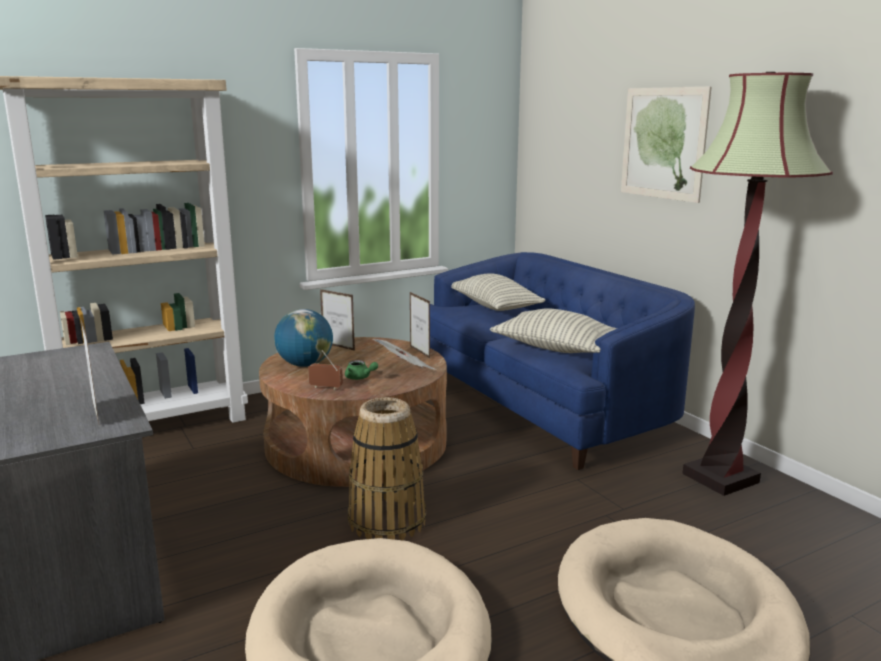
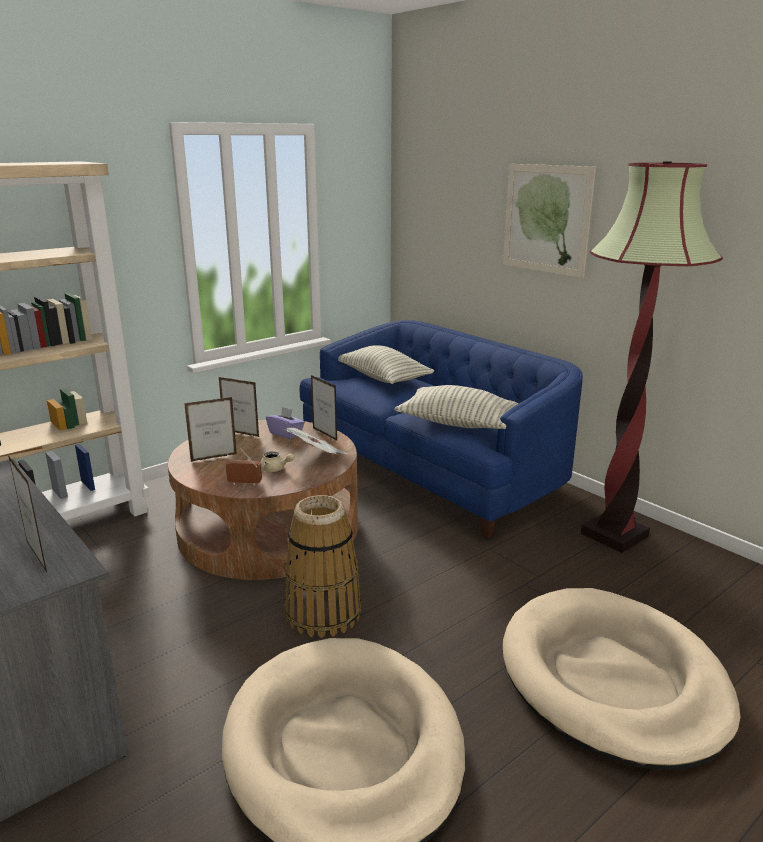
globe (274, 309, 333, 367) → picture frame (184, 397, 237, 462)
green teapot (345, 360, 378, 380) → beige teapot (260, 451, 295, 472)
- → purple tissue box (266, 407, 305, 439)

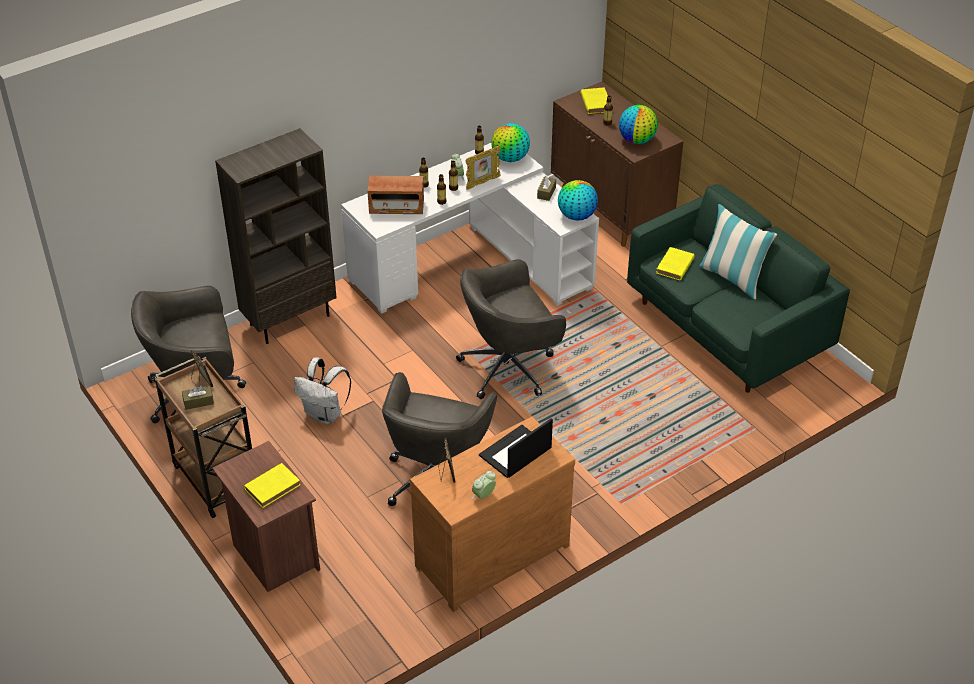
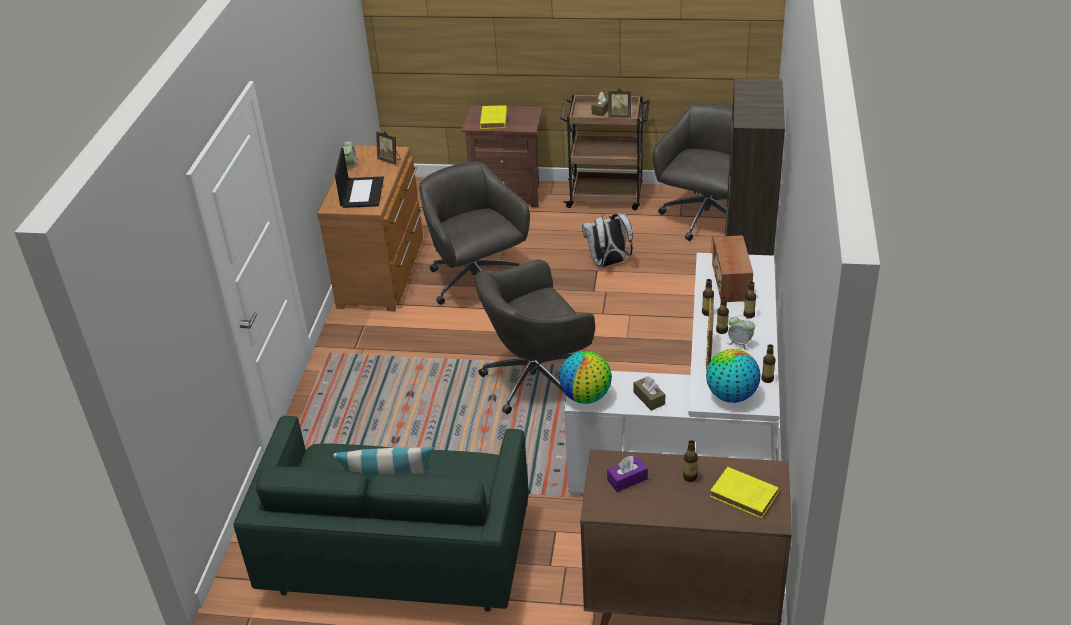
globe (619, 105, 658, 144) → purple tissue box (607, 456, 648, 492)
radio (368, 176, 424, 214) → radio (712, 235, 753, 302), 45 degrees counterclockwise
yellow book (656, 247, 695, 280) → -
grey office chair (456, 259, 566, 399) → grey office chair (475, 260, 595, 414), 135 degrees counterclockwise

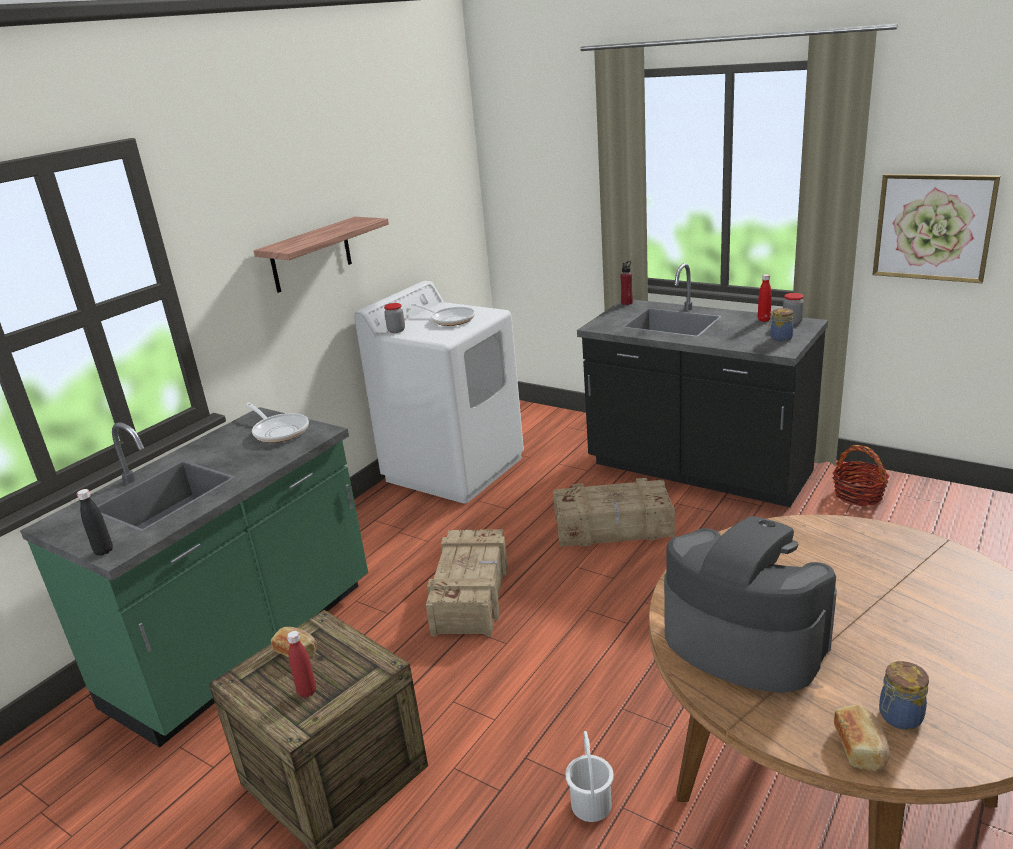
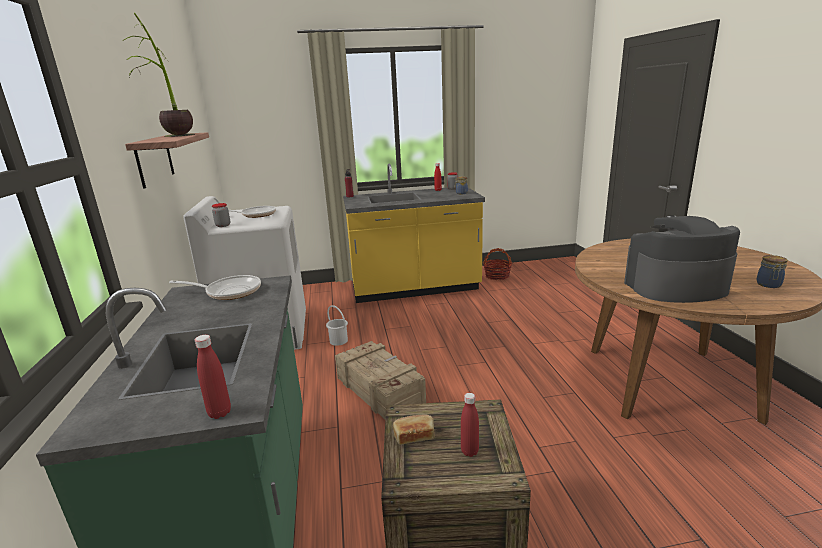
picture (872, 174, 1000, 283) → -
black counter (577, 263, 828, 507) → yellow counter (343, 163, 485, 303)
crate (553, 478, 675, 547) → -
black bottle (77, 489, 113, 556) → red bottle (195, 335, 231, 419)
bread (834, 704, 890, 771) → -
white bucket (565, 731, 614, 822) → white bucket (326, 305, 348, 346), shifted
- → potted plant (123, 13, 195, 137)

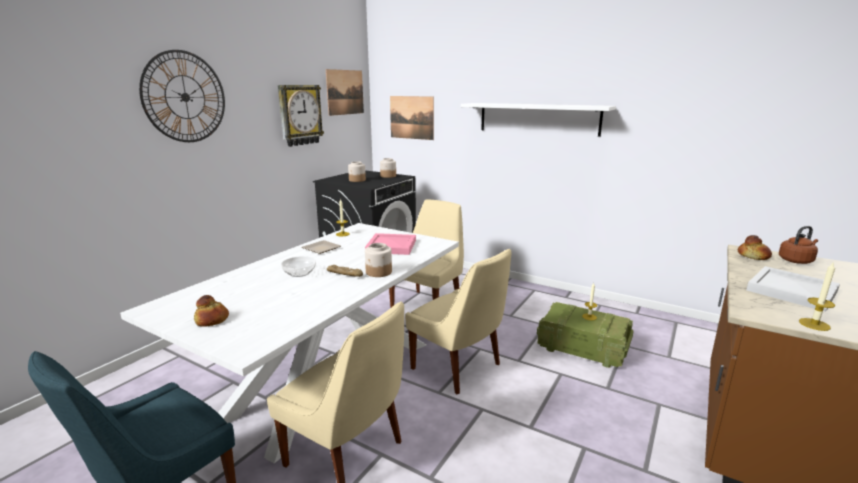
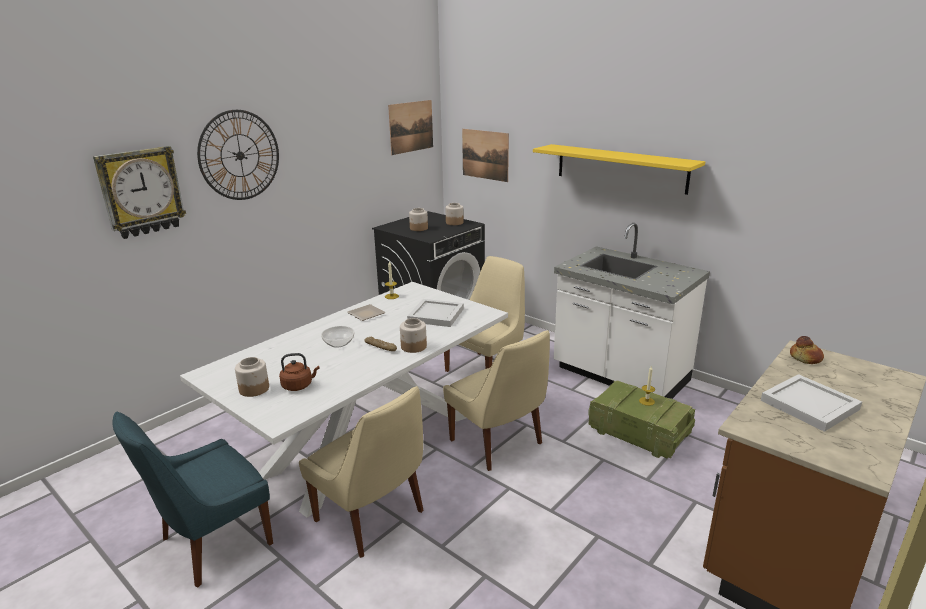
wall clock (278, 85, 324, 147) → wall clock (93, 146, 186, 239), shifted
white shelf (461, 103, 616, 137) → yellow shelf (533, 144, 705, 195)
brown kettle (779, 226, 818, 264) → brown kettle (279, 353, 320, 391), shifted
pink tray (365, 233, 416, 255) → white tray (407, 299, 464, 327)
candle (799, 261, 835, 331) → -
bread (194, 295, 229, 327) → jar (235, 357, 269, 397)
- → white counter (554, 223, 710, 399)

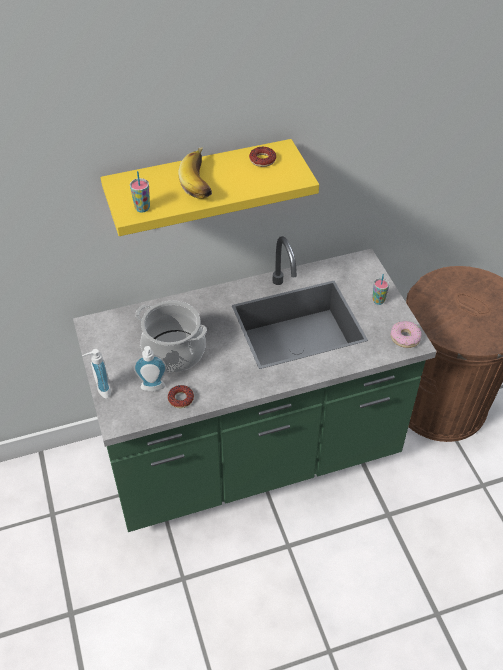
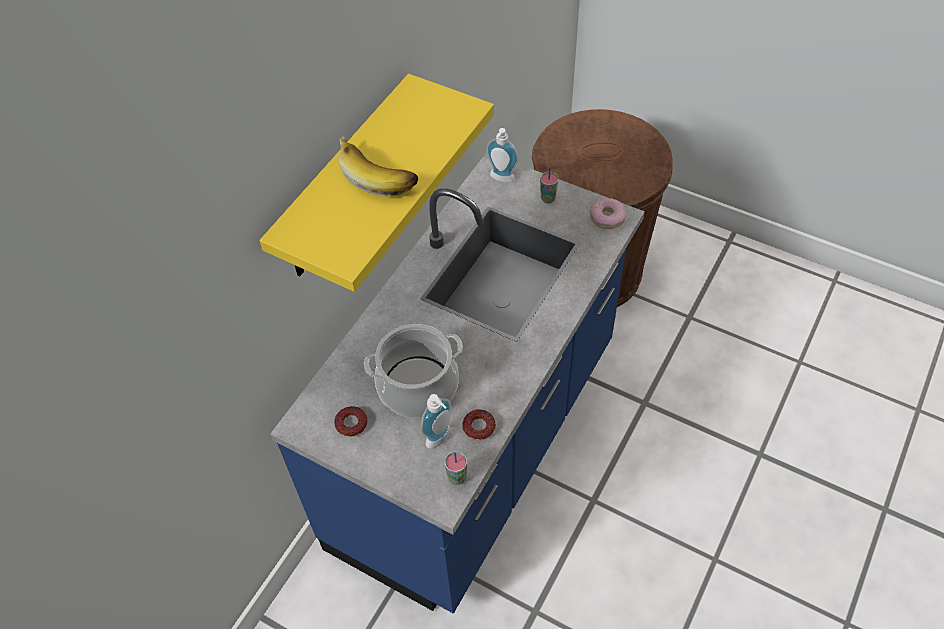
donut (249, 147, 276, 167) → donut (334, 406, 367, 437), shifted
cup (130, 171, 150, 213) → cup (444, 451, 467, 485), shifted
green counter (73, 236, 437, 532) → blue counter (270, 152, 645, 613)
soap dispenser (82, 349, 111, 398) → soap dispenser (486, 128, 518, 183), shifted

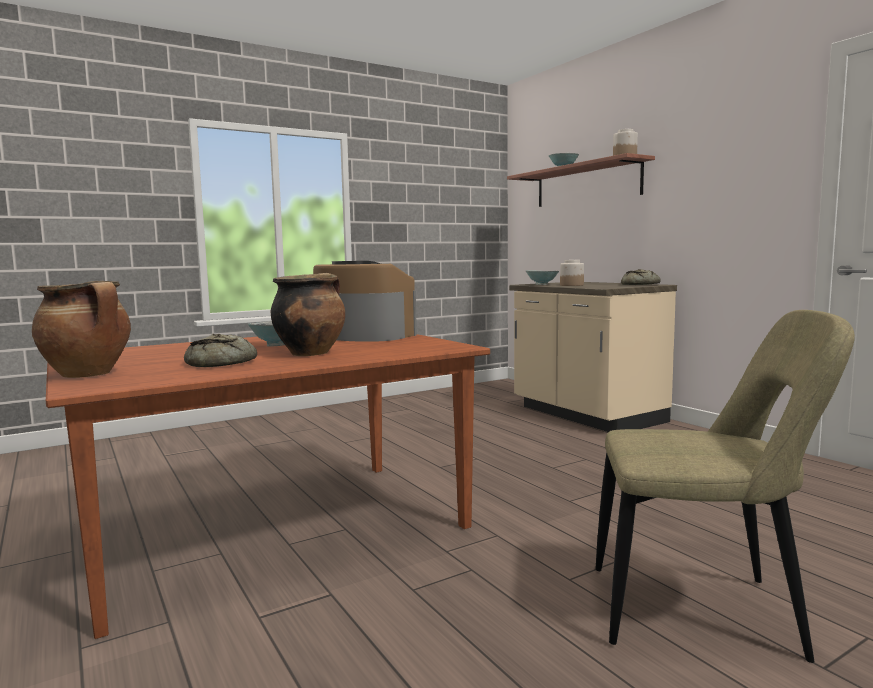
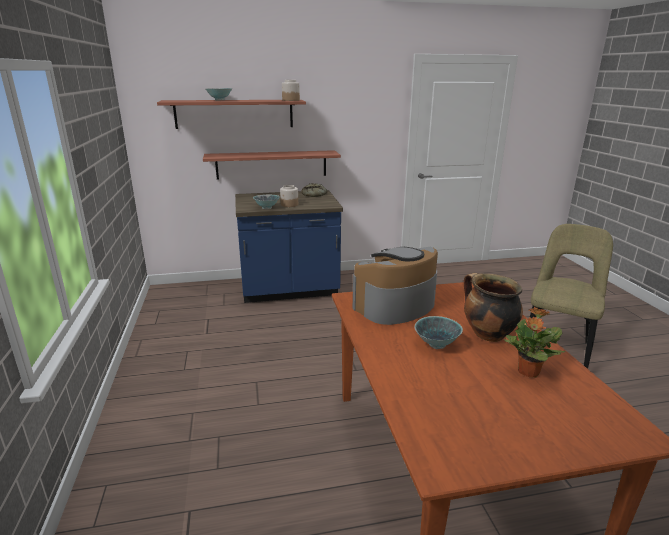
cooking pot (32, 281, 131, 378) → -
beige counter (509, 282, 677, 432) → blue counter (235, 190, 343, 303)
bread (184, 334, 257, 367) → potted plant (504, 306, 565, 377)
- → shelf (203, 150, 341, 180)

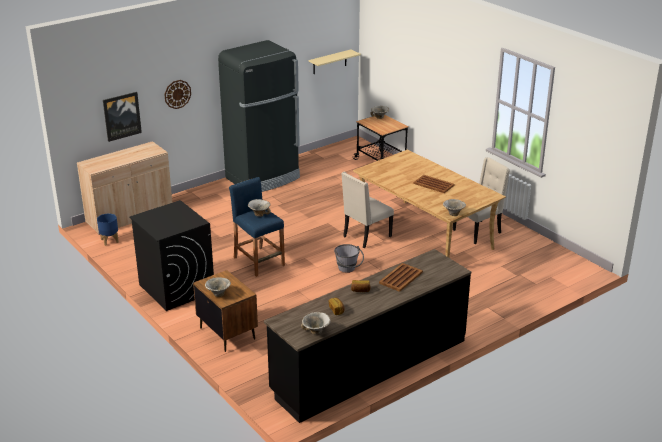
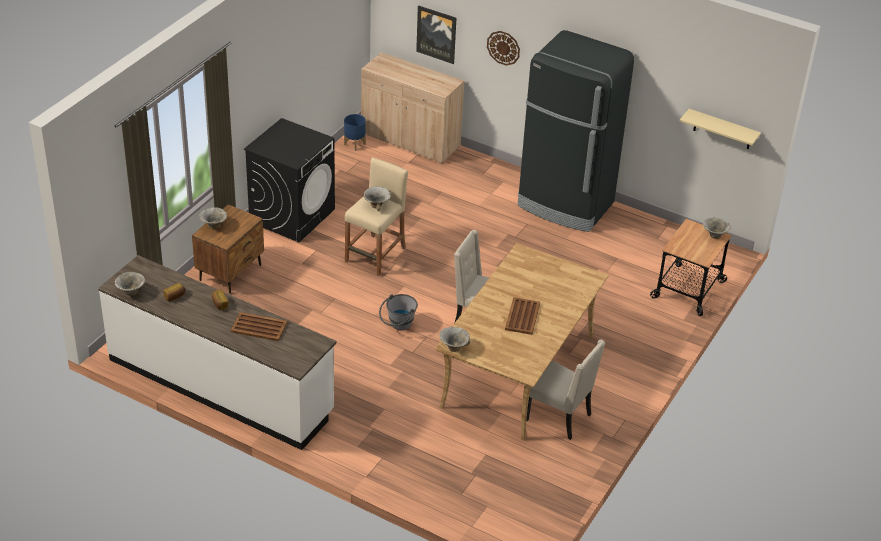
blue stool (229, 177, 285, 277) → beige stool (345, 158, 408, 276)
black counter (264, 249, 471, 423) → white counter (98, 255, 336, 450)

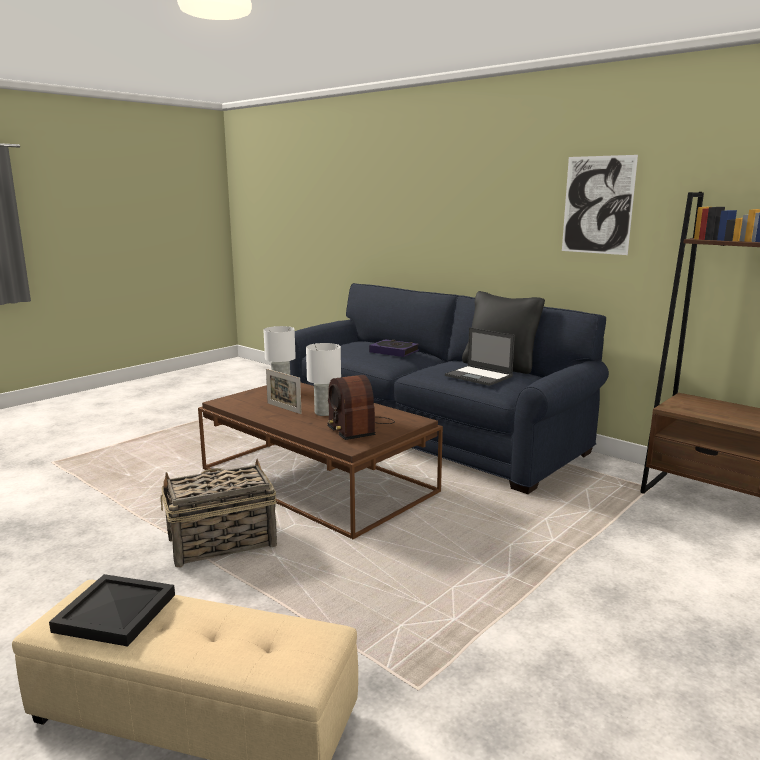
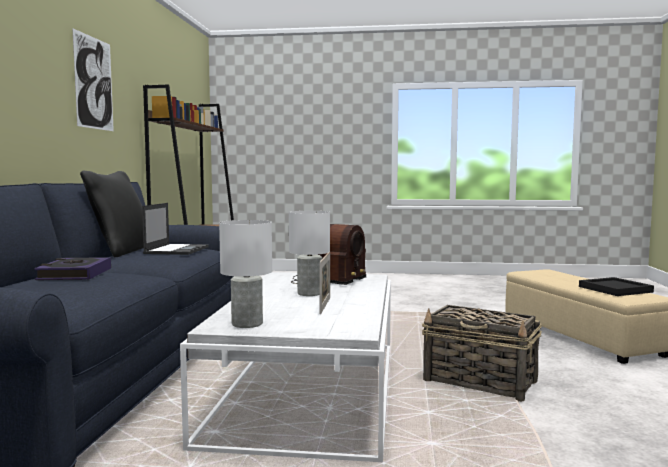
brown coffee table (198, 382, 443, 539) → white coffee table (180, 272, 391, 462)

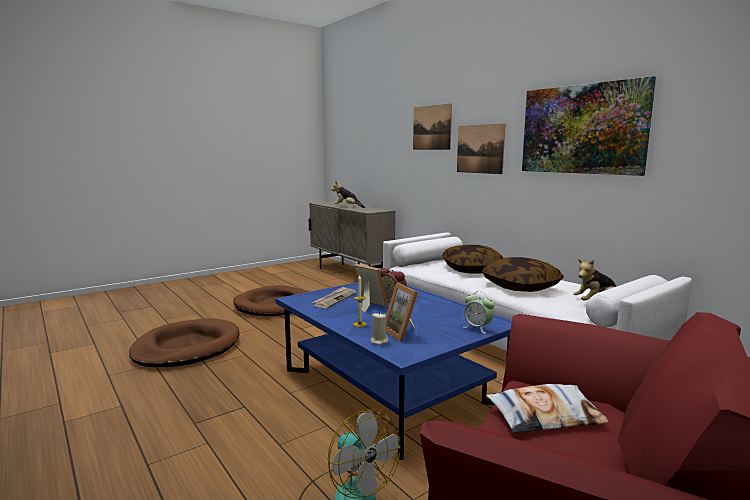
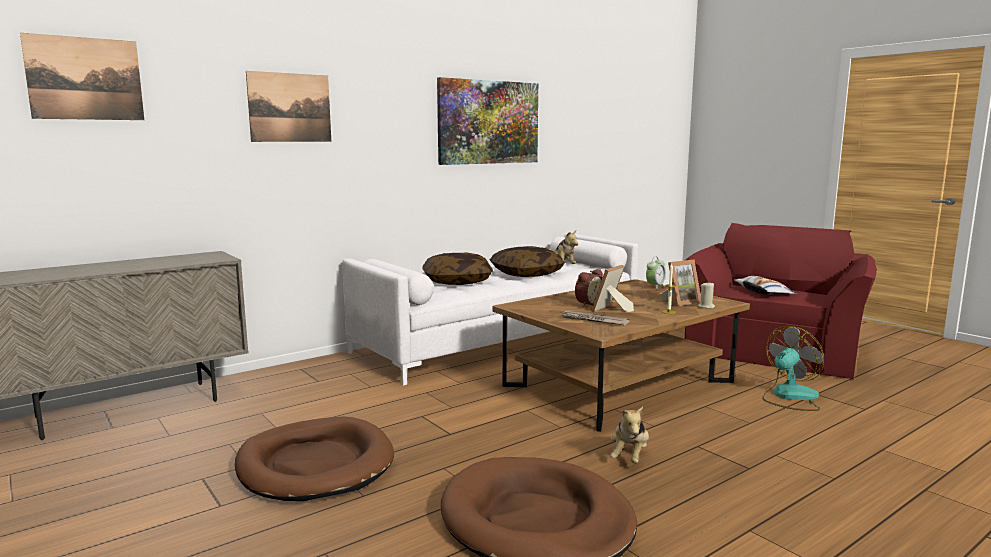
picture (457, 123, 506, 174) → picture (20, 33, 144, 120), shifted
plush toy (331, 181, 365, 208) → plush toy (610, 406, 649, 463), shifted
blue coffee table (276, 282, 512, 460) → brown coffee table (492, 279, 750, 432)

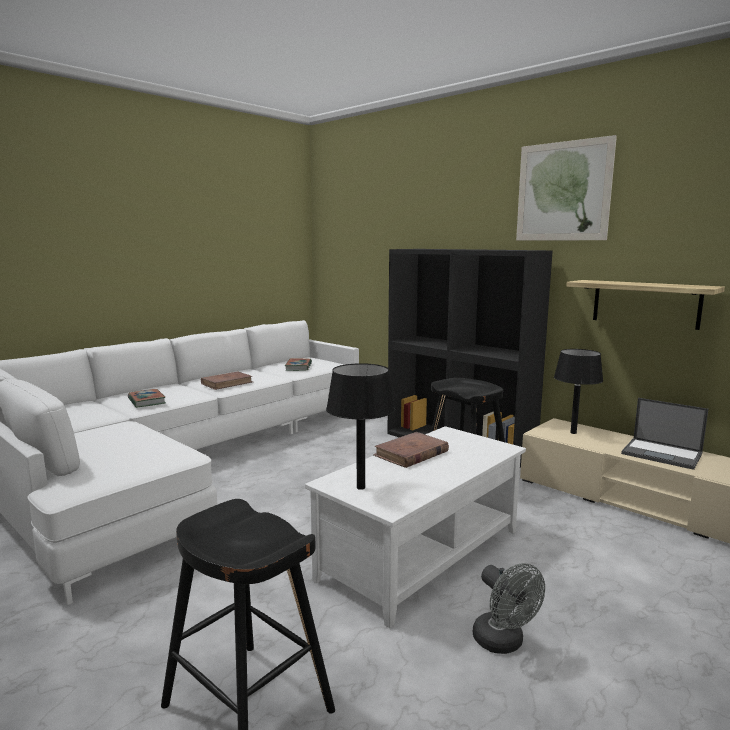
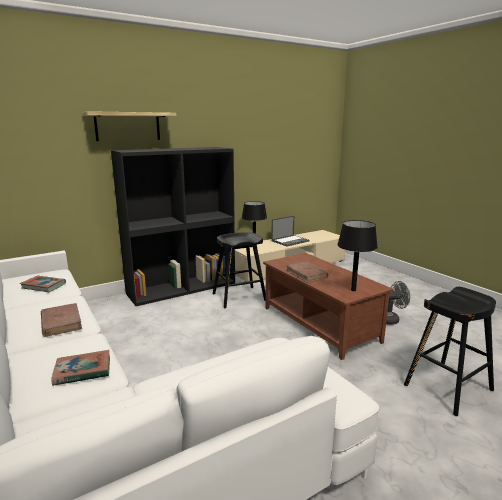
picture (516, 135, 617, 240) → -
shelf (566, 280, 725, 330) → shelf (82, 111, 176, 141), shifted
white coffee table (305, 426, 526, 628) → brown coffee table (263, 253, 393, 360)

